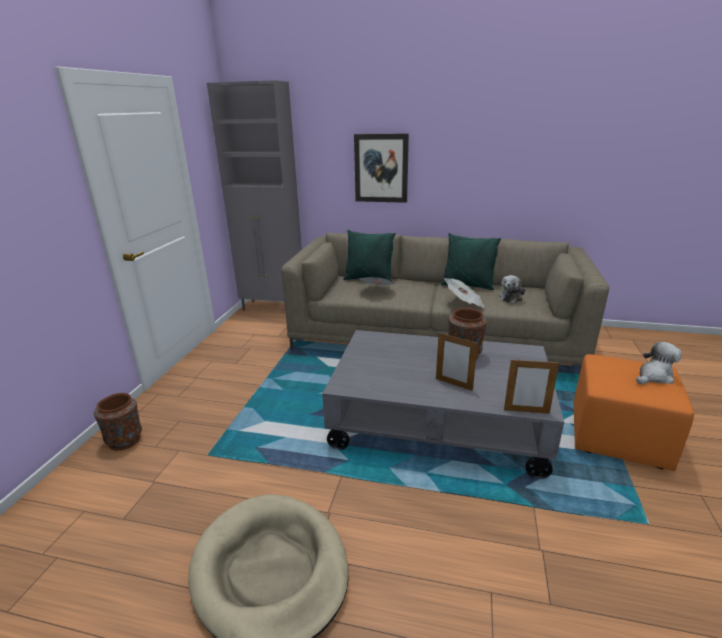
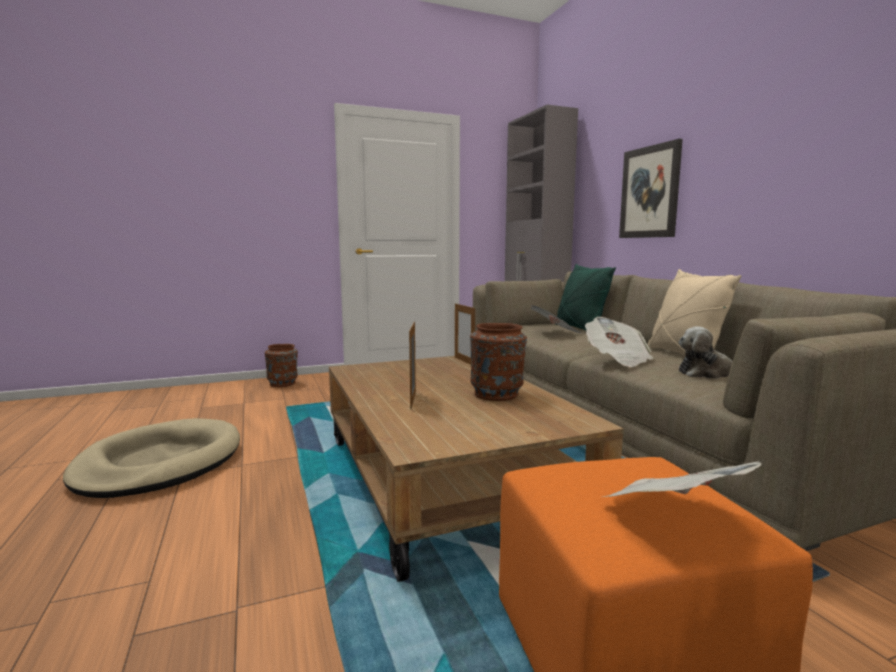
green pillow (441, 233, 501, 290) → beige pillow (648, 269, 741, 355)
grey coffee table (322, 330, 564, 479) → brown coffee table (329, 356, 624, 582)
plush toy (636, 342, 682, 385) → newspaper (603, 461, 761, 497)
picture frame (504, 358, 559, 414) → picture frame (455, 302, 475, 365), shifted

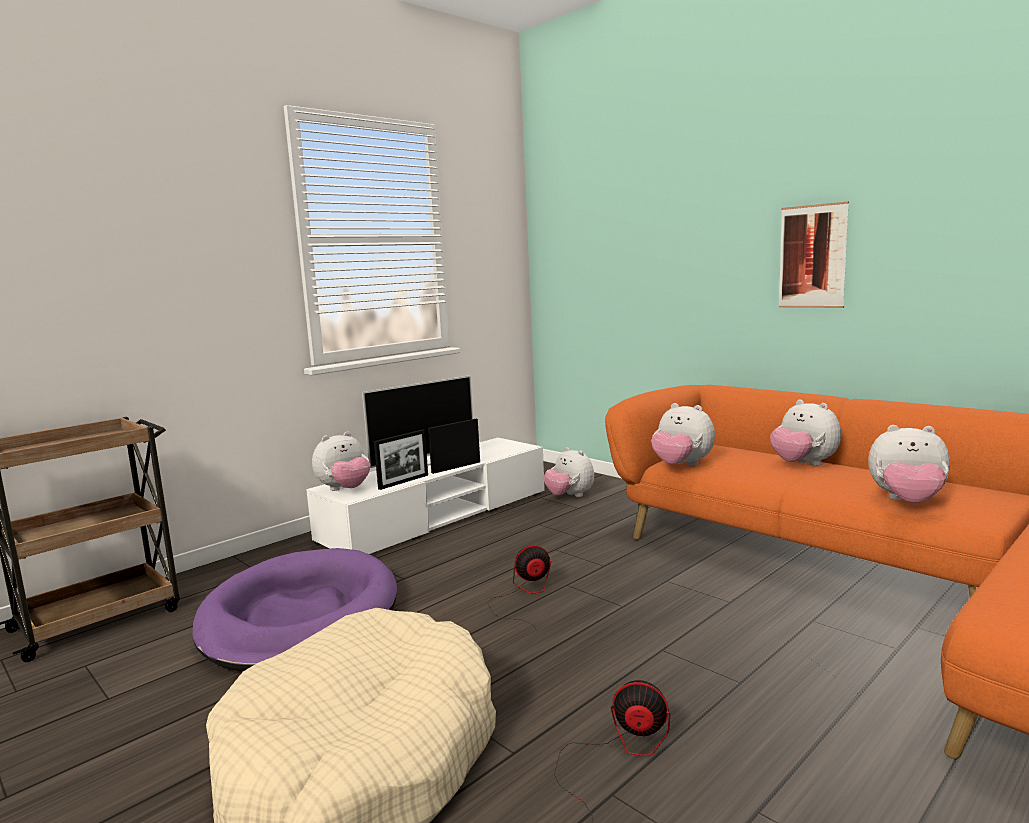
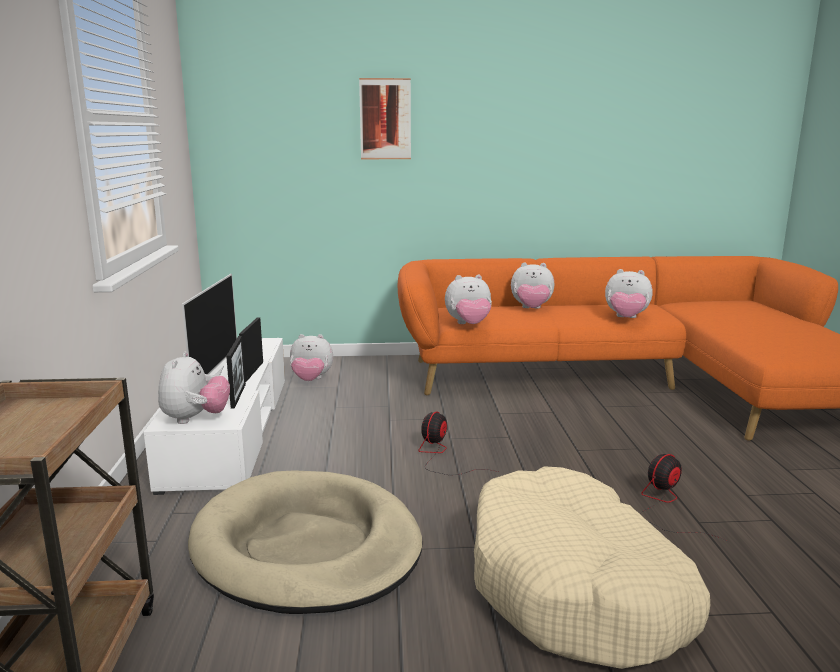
picture (779, 201, 849, 308) → picture (359, 78, 411, 159), shifted
plush toy (868, 425, 950, 503) → plush toy (605, 269, 653, 318), 45 degrees clockwise
purple dog bed (192, 548, 397, 672) → beige dog bed (188, 470, 422, 614)

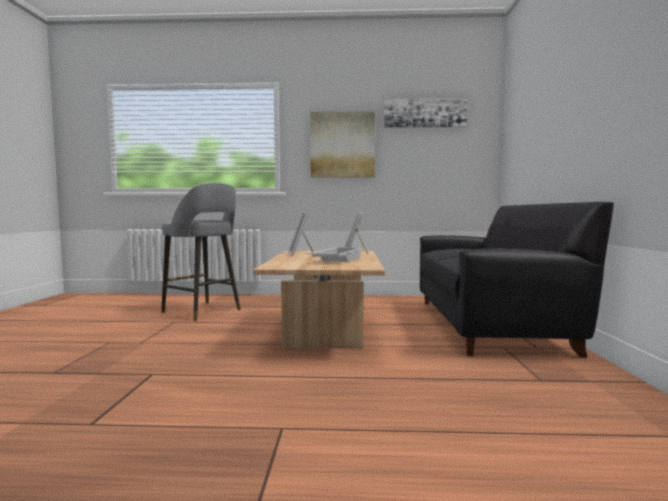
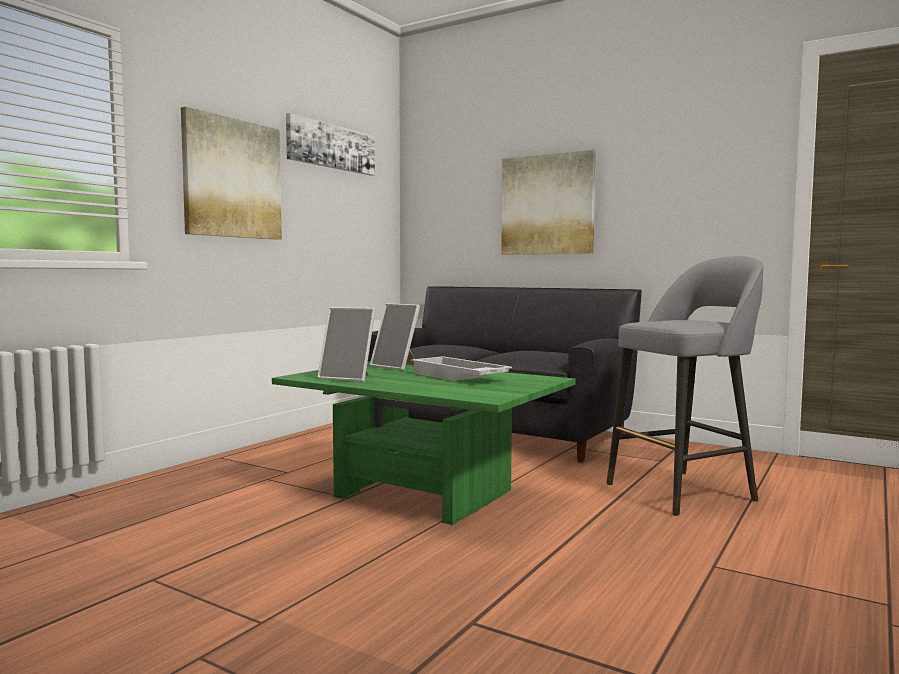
grey stool (161, 183, 241, 321) → grey stool (606, 256, 763, 516), shifted
beige coffee table (253, 250, 385, 349) → green coffee table (272, 361, 575, 525)
- → picture (501, 150, 596, 255)

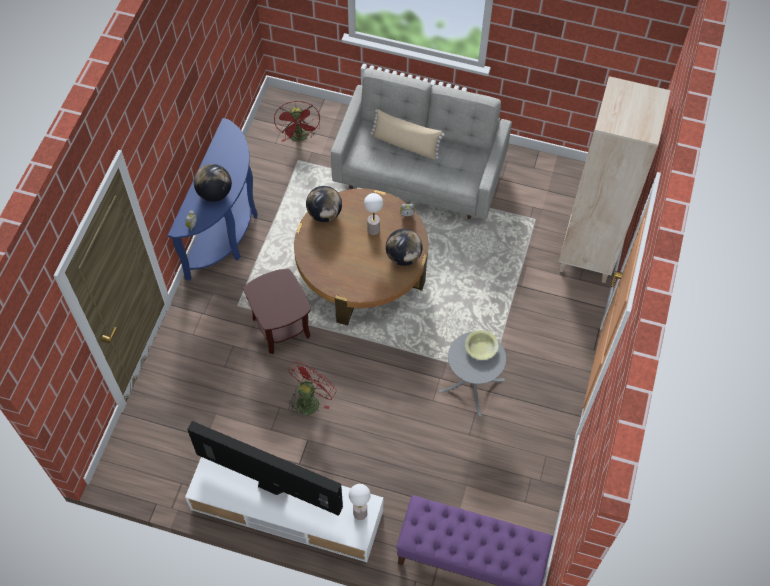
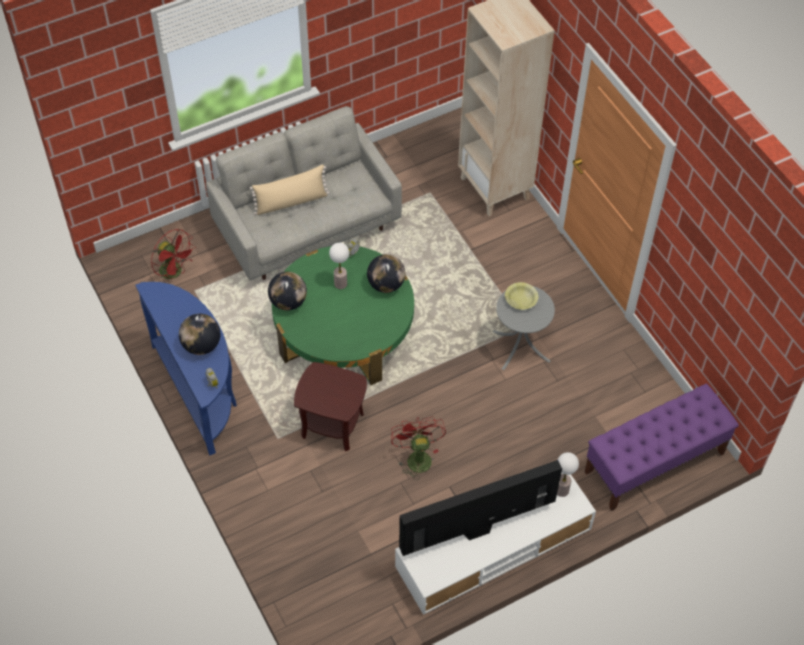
brown coffee table (294, 189, 428, 325) → green coffee table (272, 245, 414, 385)

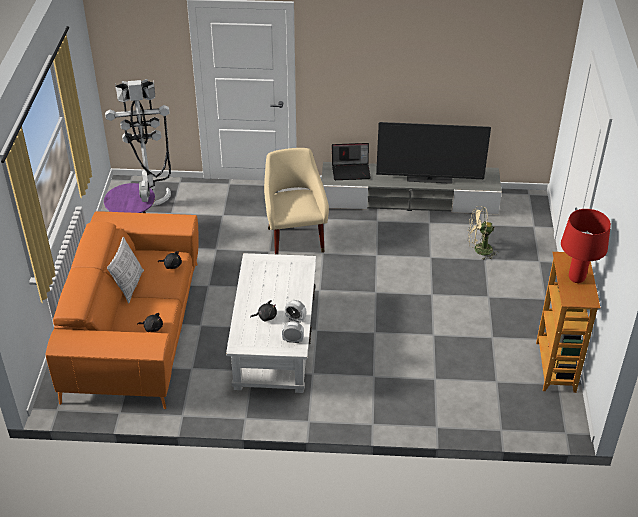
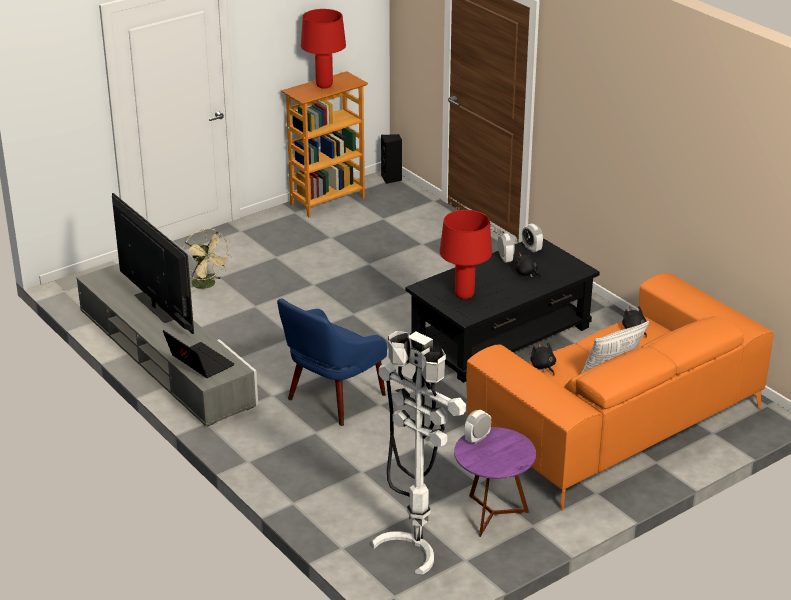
beige armchair (264, 148, 329, 254) → blue armchair (277, 299, 387, 426)
white coffee table (226, 253, 316, 393) → black coffee table (405, 238, 600, 383)
- → black speaker (381, 134, 402, 184)
- → red table lamp (440, 210, 492, 299)

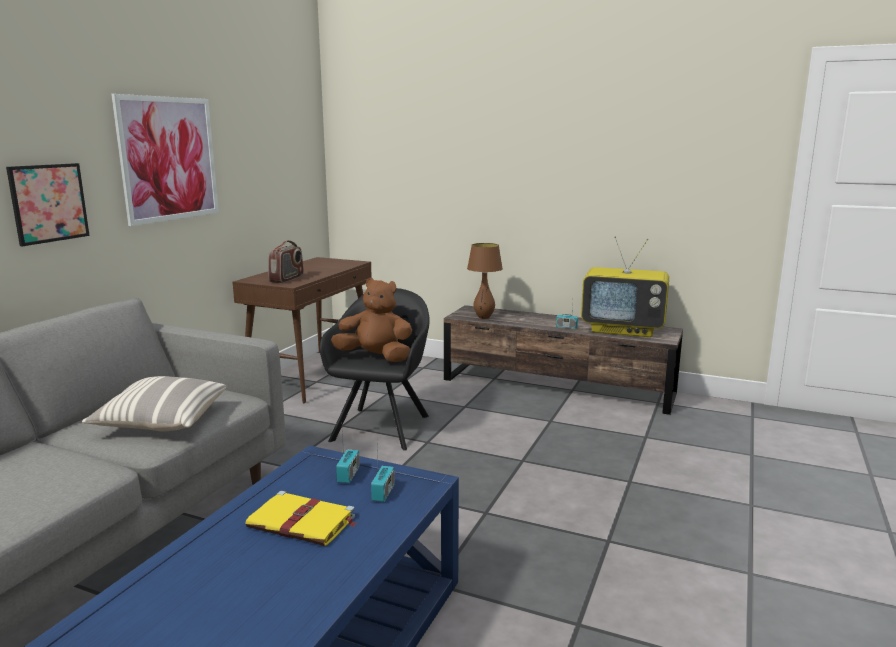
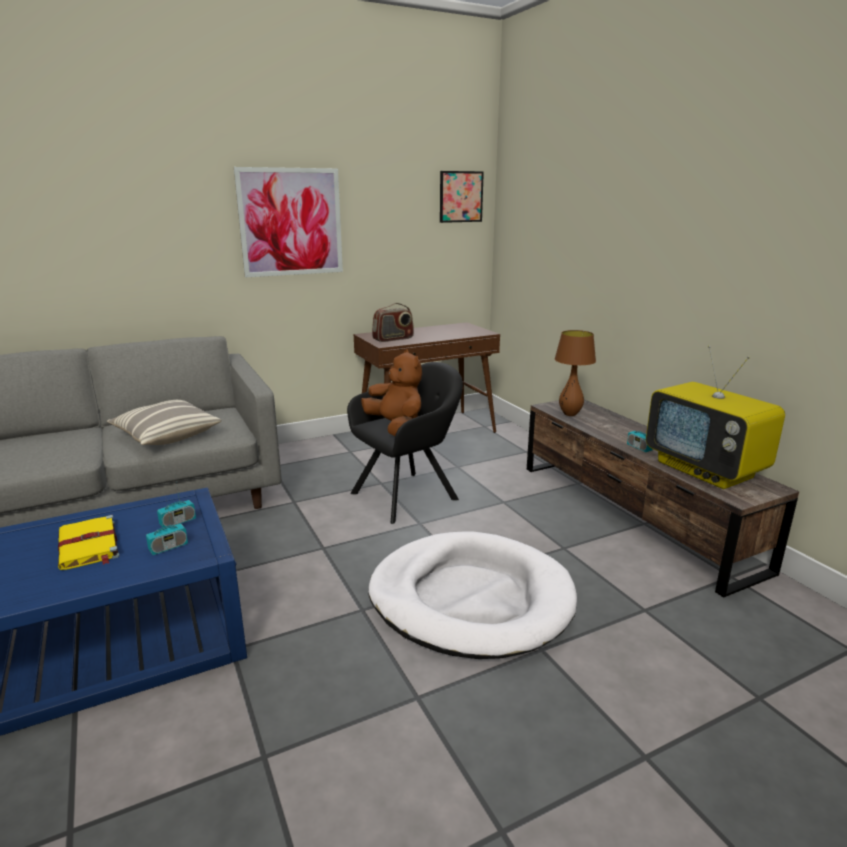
picture (6, 163, 90, 246) → picture (440, 171, 484, 223), shifted
- → white dog bed (368, 531, 577, 659)

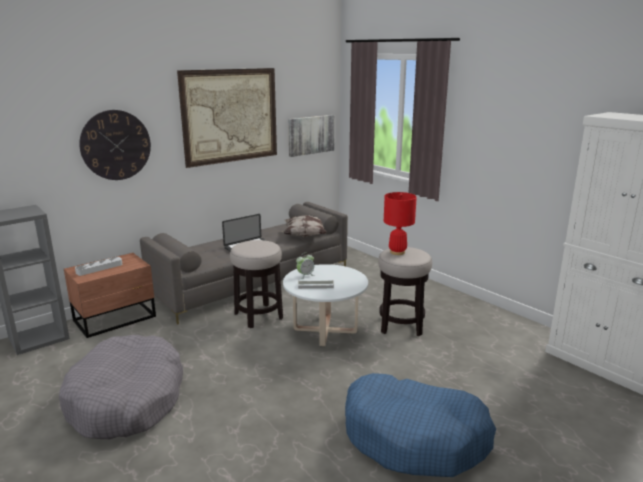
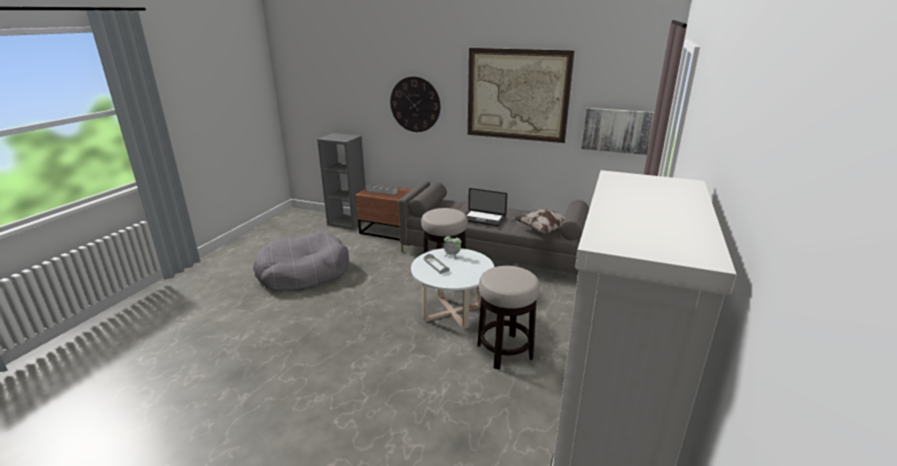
red table lamp (384, 192, 417, 255) → -
blue dog bed (345, 373, 496, 477) → -

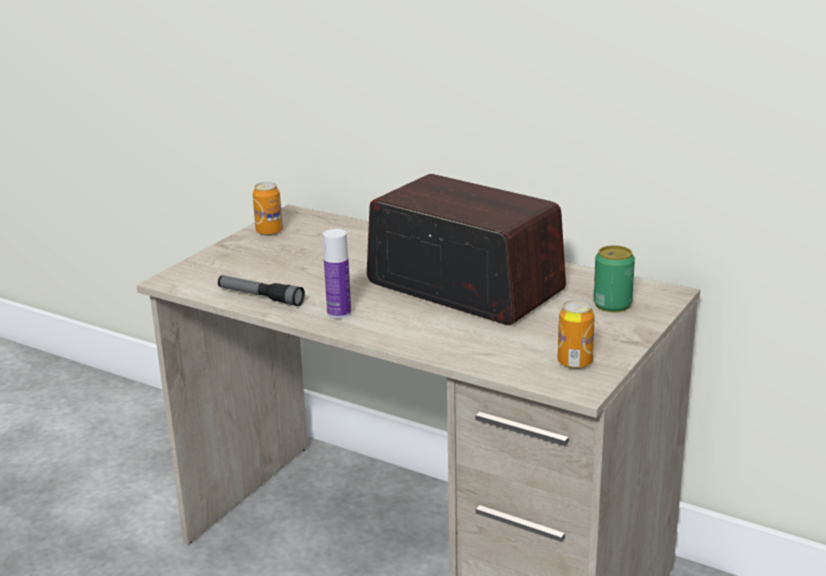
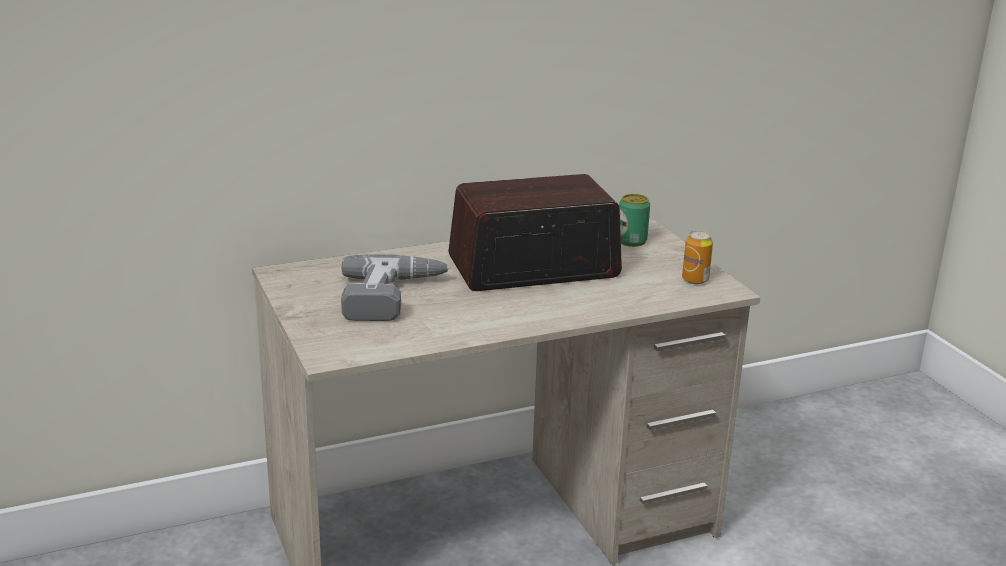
can (253, 182, 283, 236) → -
bottle (323, 229, 351, 319) → -
flashlight (218, 275, 305, 306) → -
- → power drill (341, 254, 450, 321)

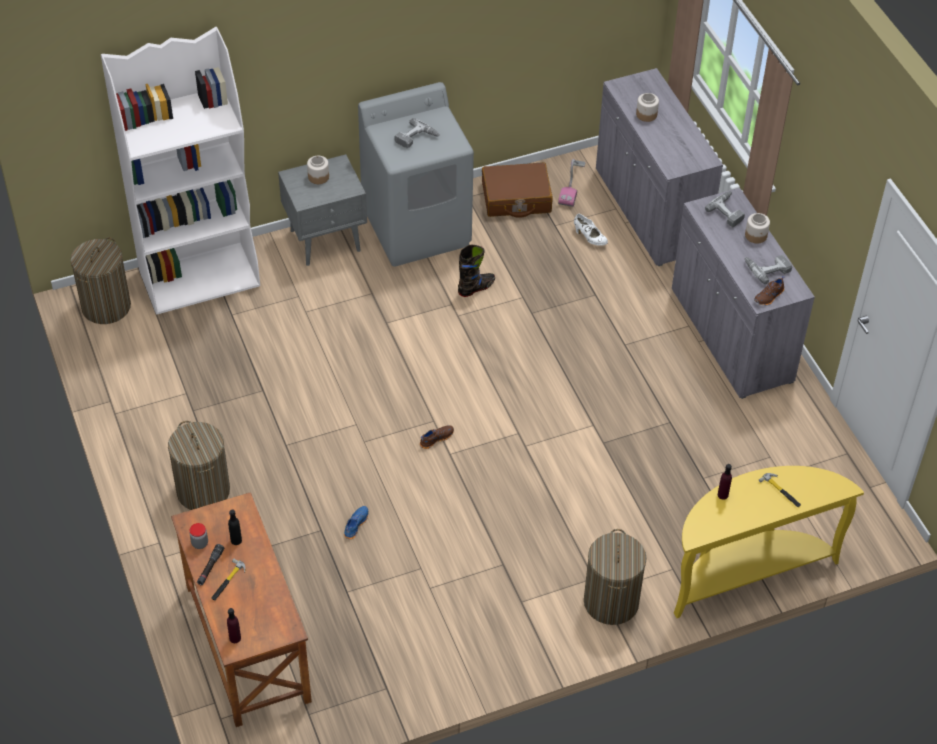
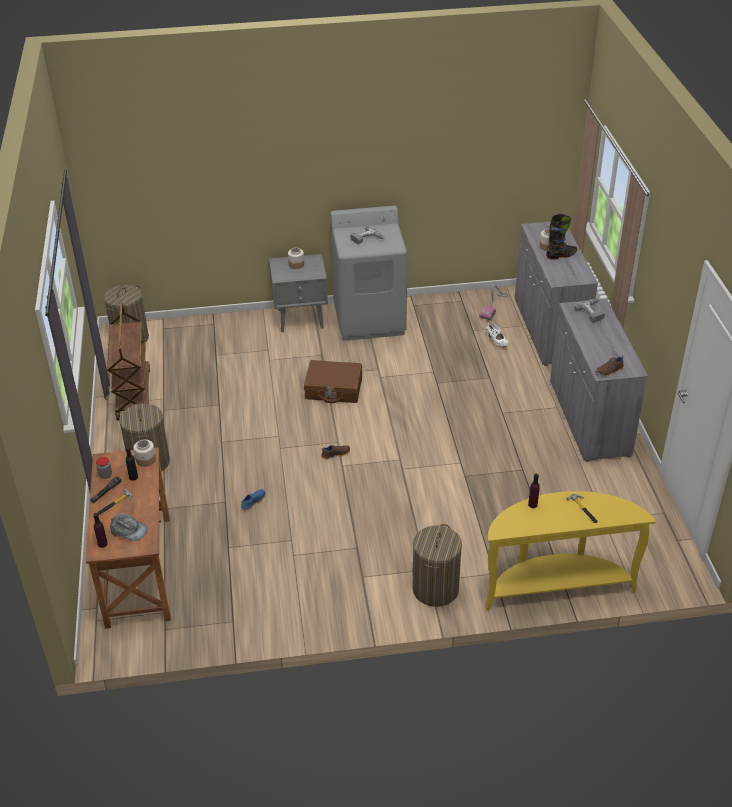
white bookcase (101, 27, 260, 315) → -
brown suitcase (482, 162, 553, 218) → brown suitcase (304, 360, 362, 403), shifted
jar (745, 213, 770, 243) → jar (133, 440, 156, 467), shifted
black boot (458, 245, 495, 297) → black boot (546, 214, 577, 260), shifted
power drill (745, 255, 792, 284) → -
- → brown cart (107, 303, 150, 420)
- → grey cap (110, 513, 147, 541)

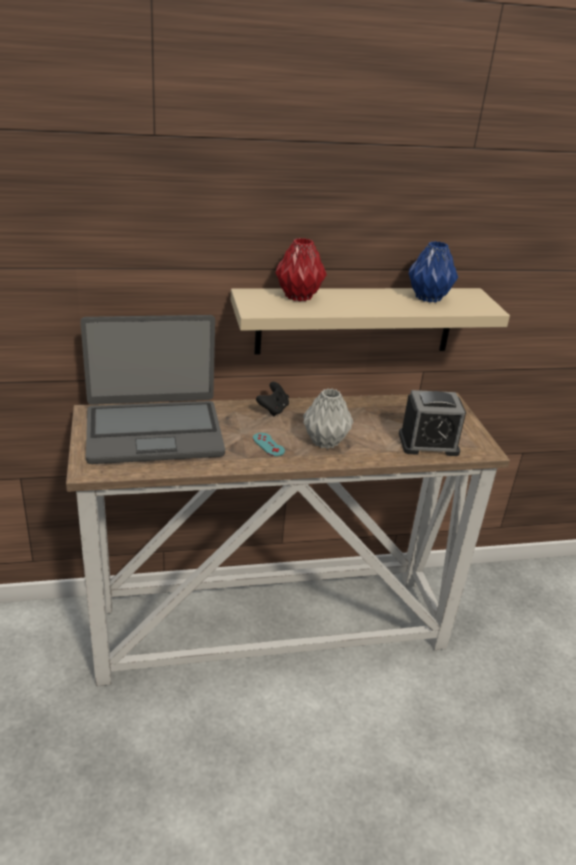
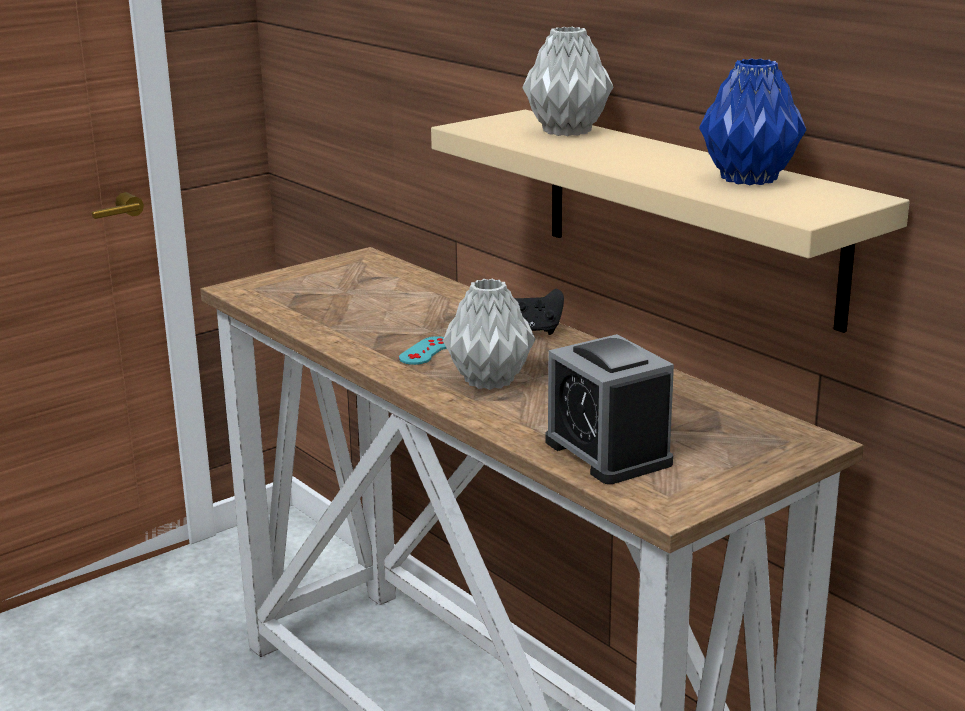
red vase (276, 238, 327, 301) → grey vase (523, 27, 613, 136)
laptop (80, 315, 225, 464) → -

